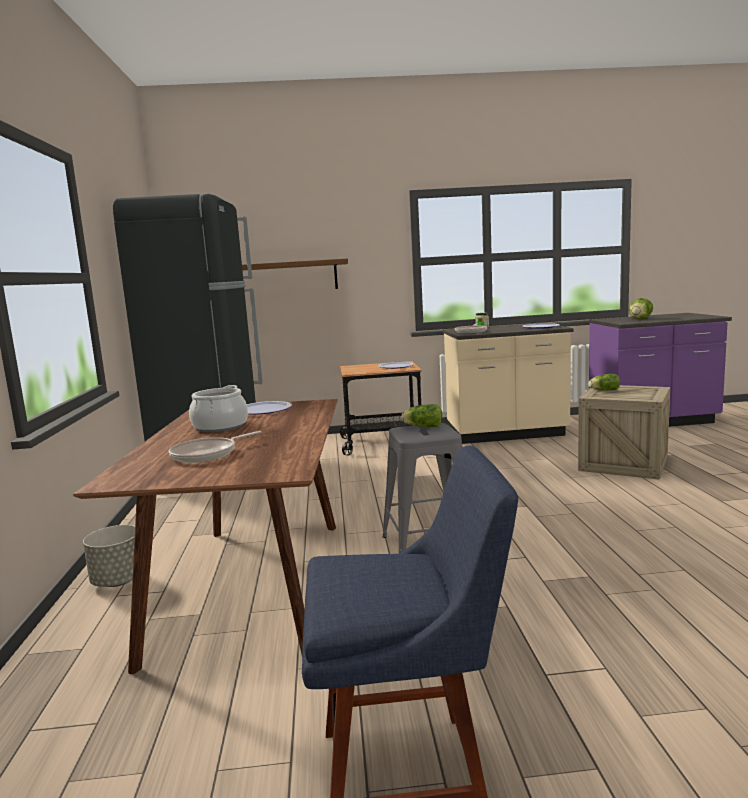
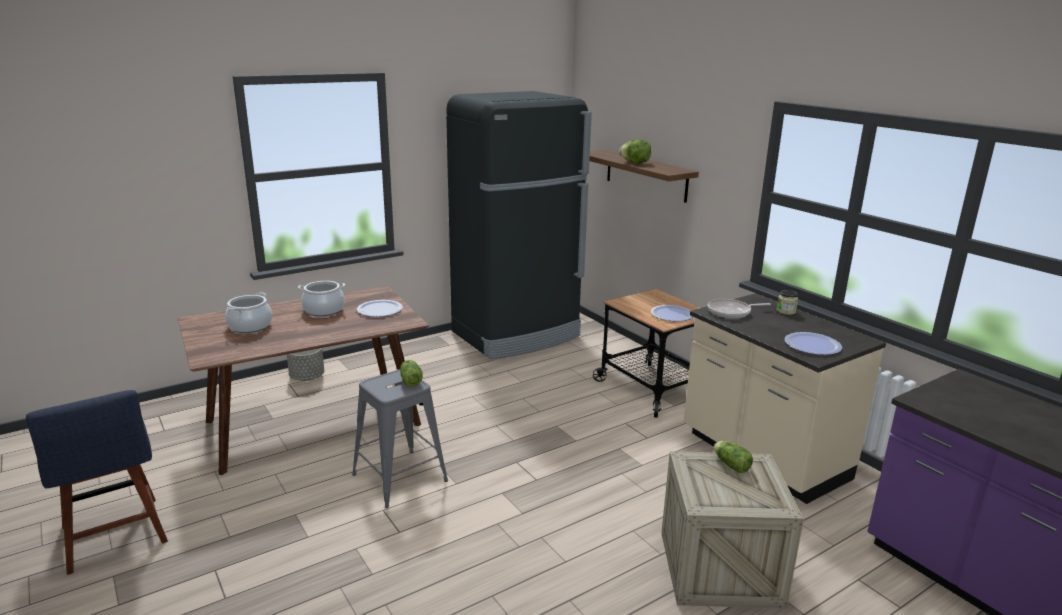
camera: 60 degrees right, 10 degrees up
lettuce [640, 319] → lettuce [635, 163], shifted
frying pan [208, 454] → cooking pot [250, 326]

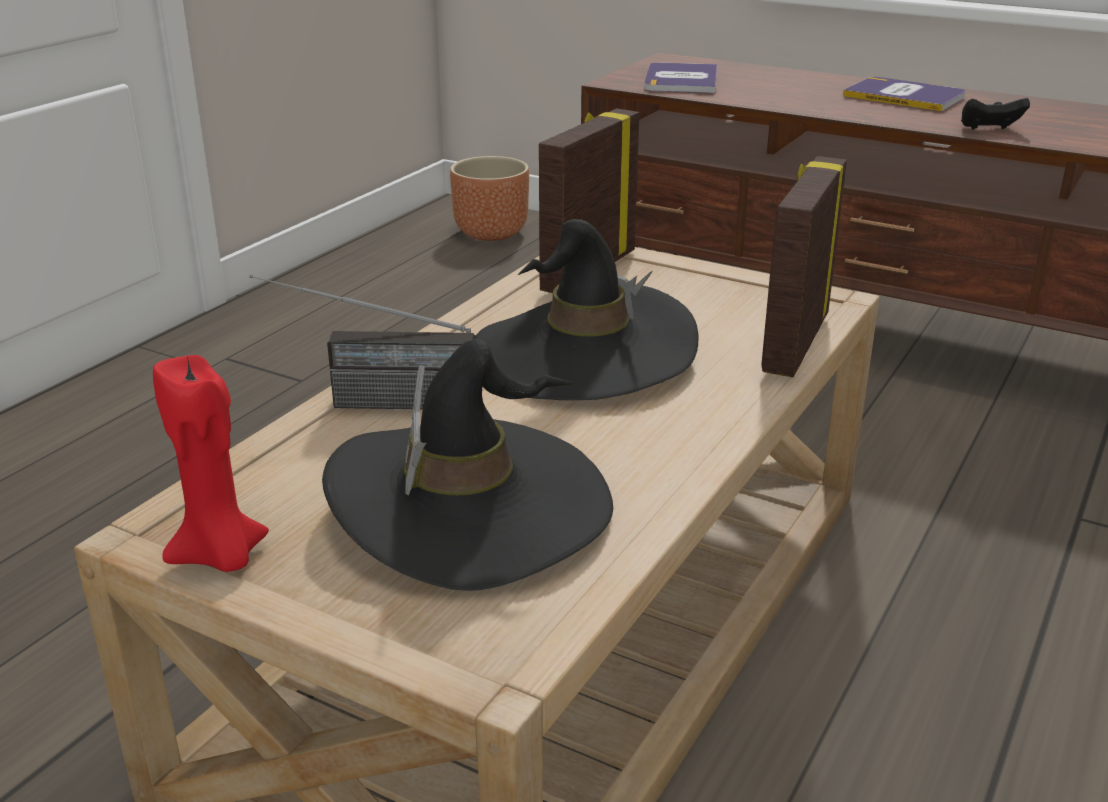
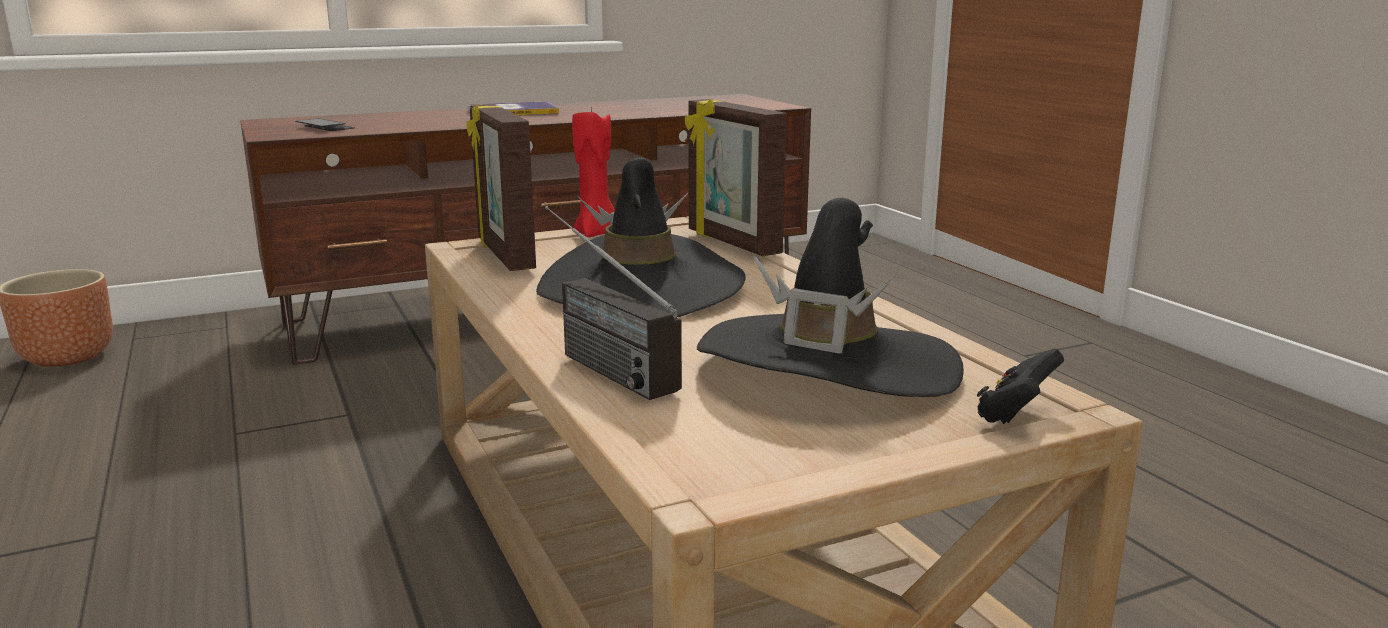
camera: 55 degrees left, 10 degrees down
red candle [221, 557] → red candle [597, 234], shifted
black game controller [989, 129] → black game controller [1015, 415], shifted
book [681, 80] → phone [325, 127]
radio [367, 402] → radio [594, 361], 105 degrees clockwise

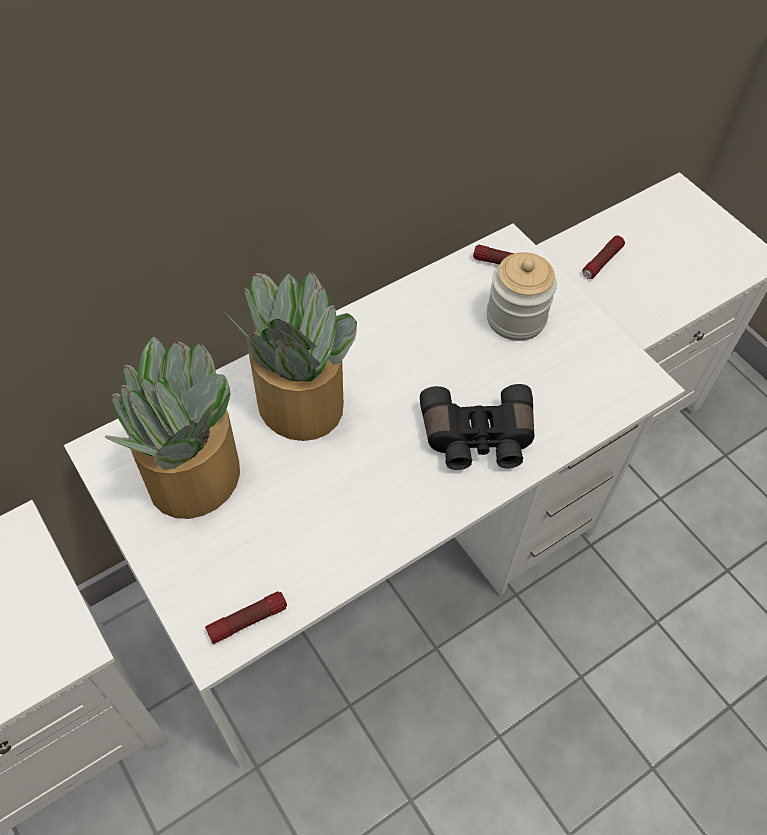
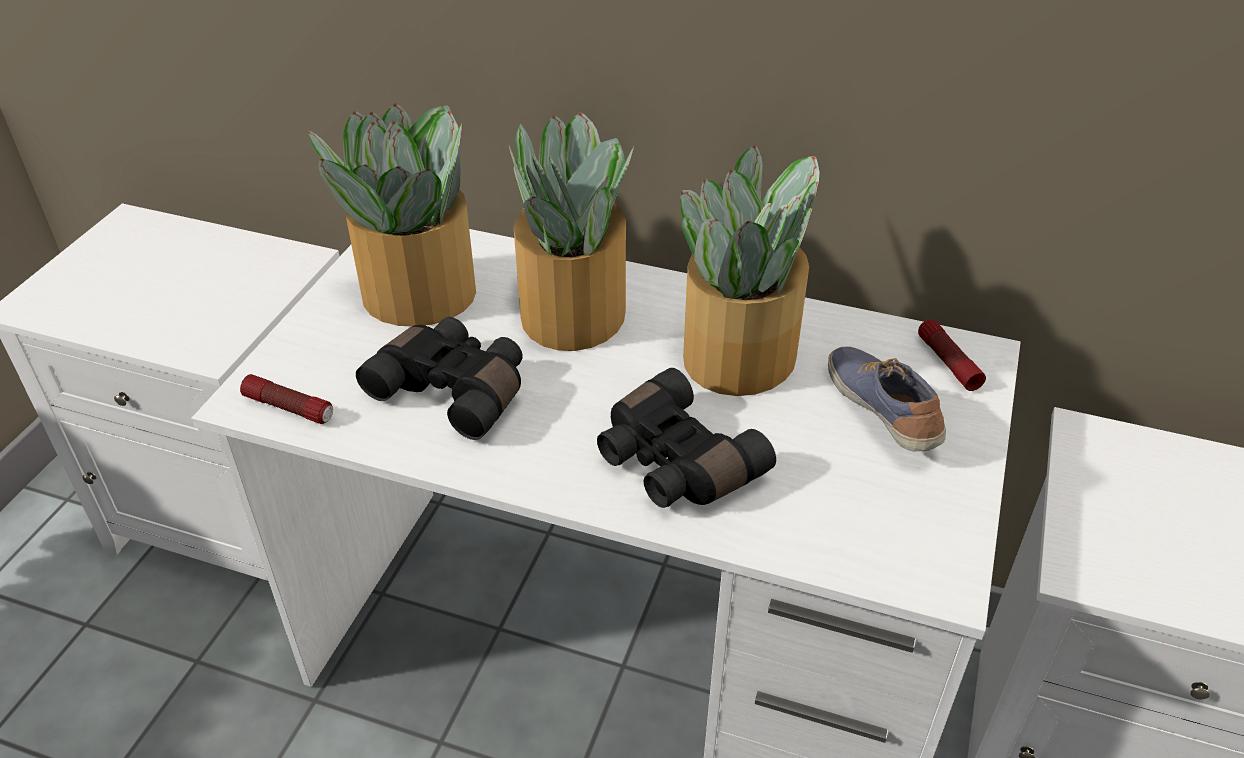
camera: 55 degrees right, 15 degrees down
flashlight [601, 262] → -
- → black binoculars [455, 389]
- → potted plant [742, 355]
jar [515, 318] → shoe [883, 411]

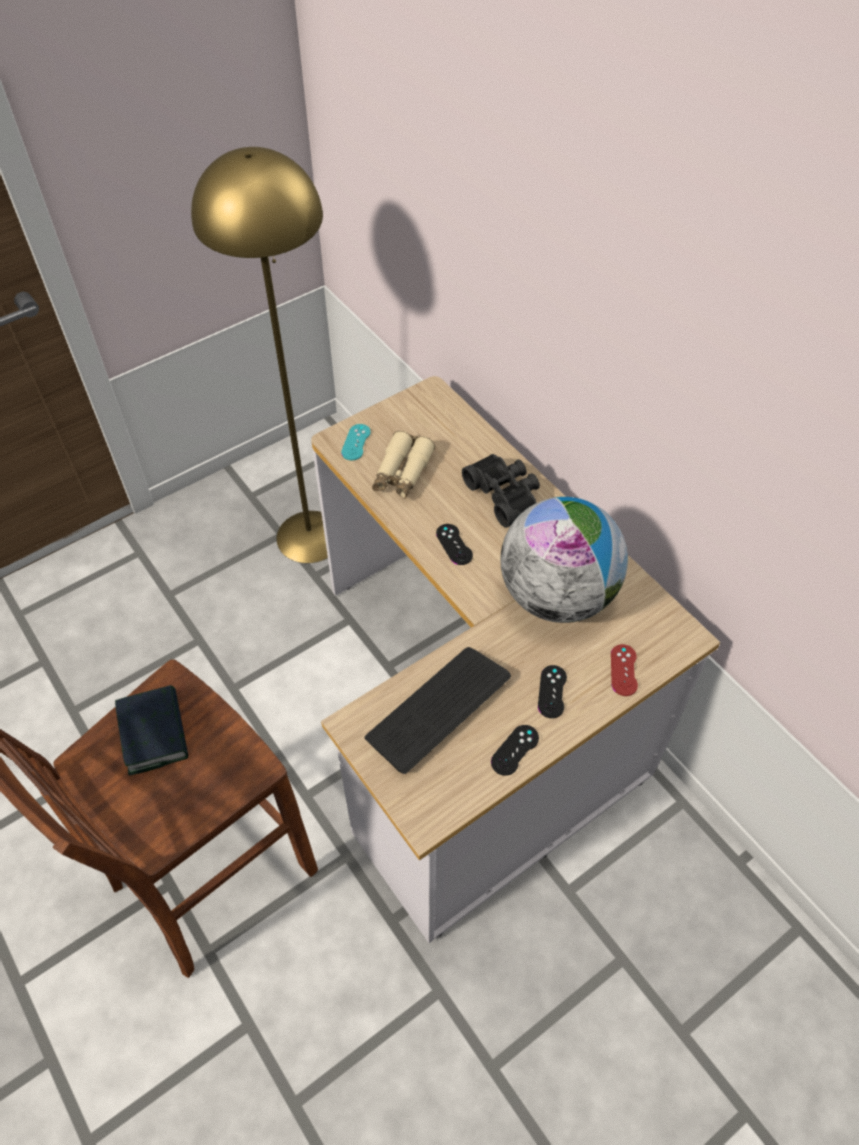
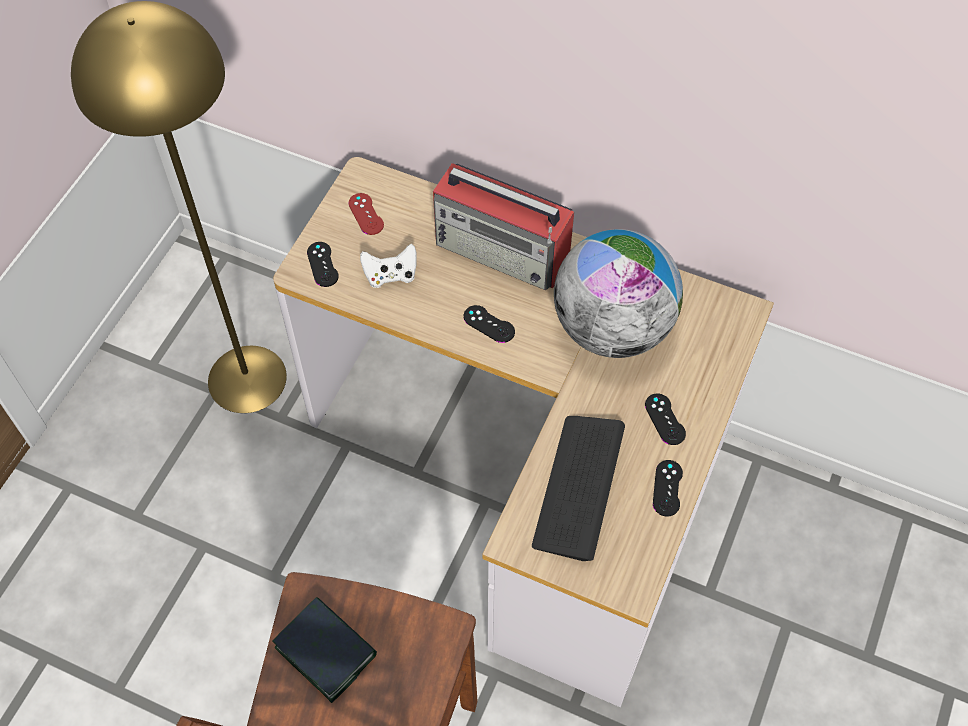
camera: 30 degrees left, 5 degrees up
red game controller [623, 670] → red game controller [366, 214], shifted
beige binoculars [402, 473] → white game controller [390, 275]
black binoculars [505, 494] → radio [503, 251]
turquoise game controller [356, 442] → black game controller [322, 264]

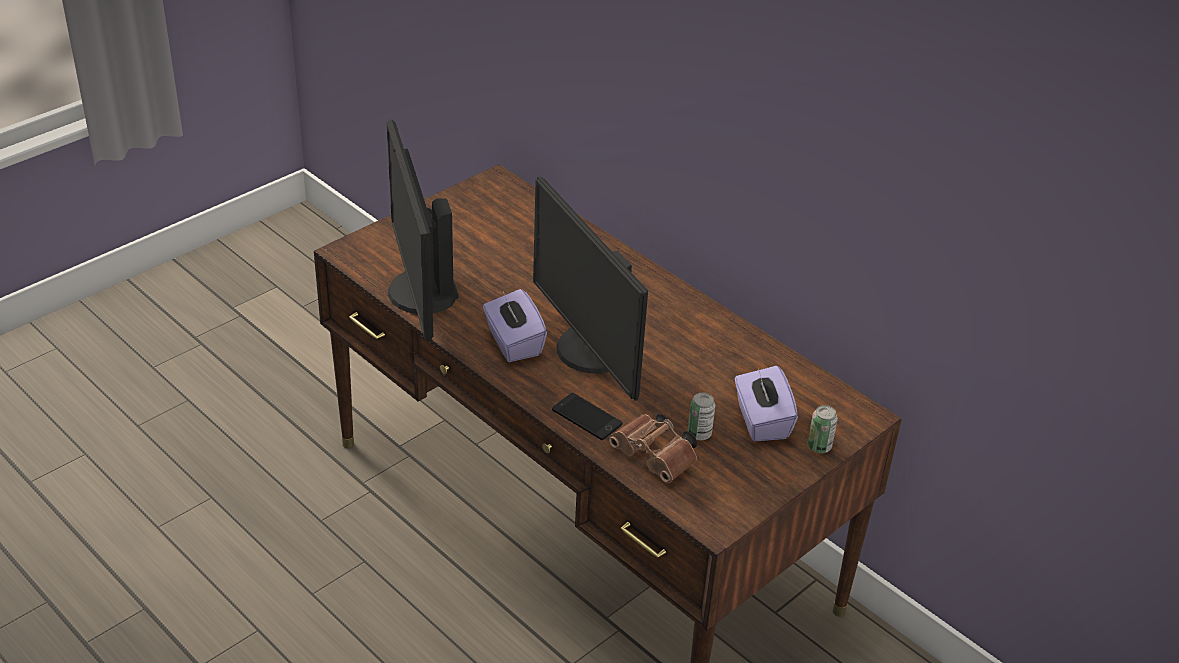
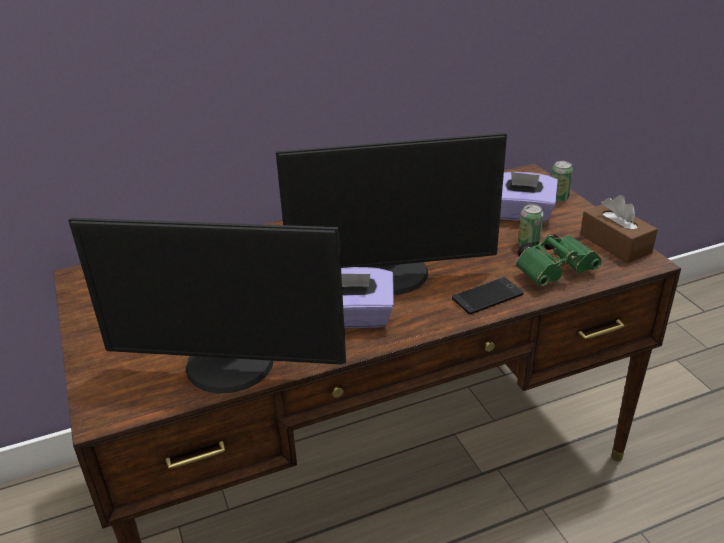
camera: 65 degrees left, 5 degrees down
- → brown tissue box [615, 244]
brown binoculars [656, 459] → green binoculars [555, 271]

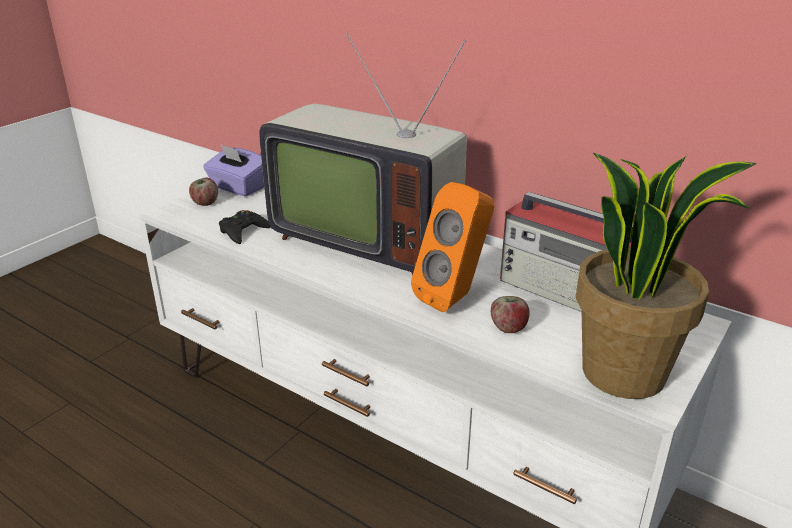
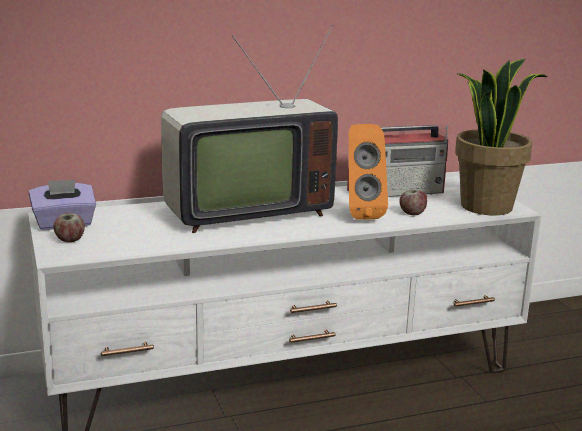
camera: 55 degrees left, 10 degrees down
black game controller [243, 231] → -

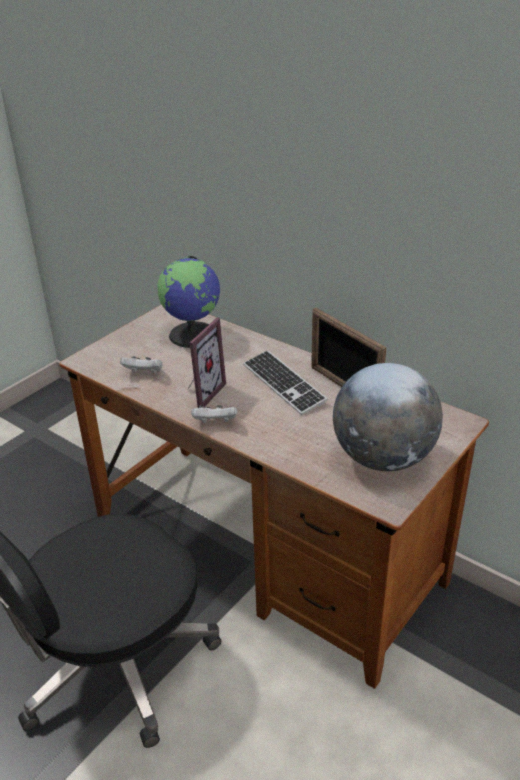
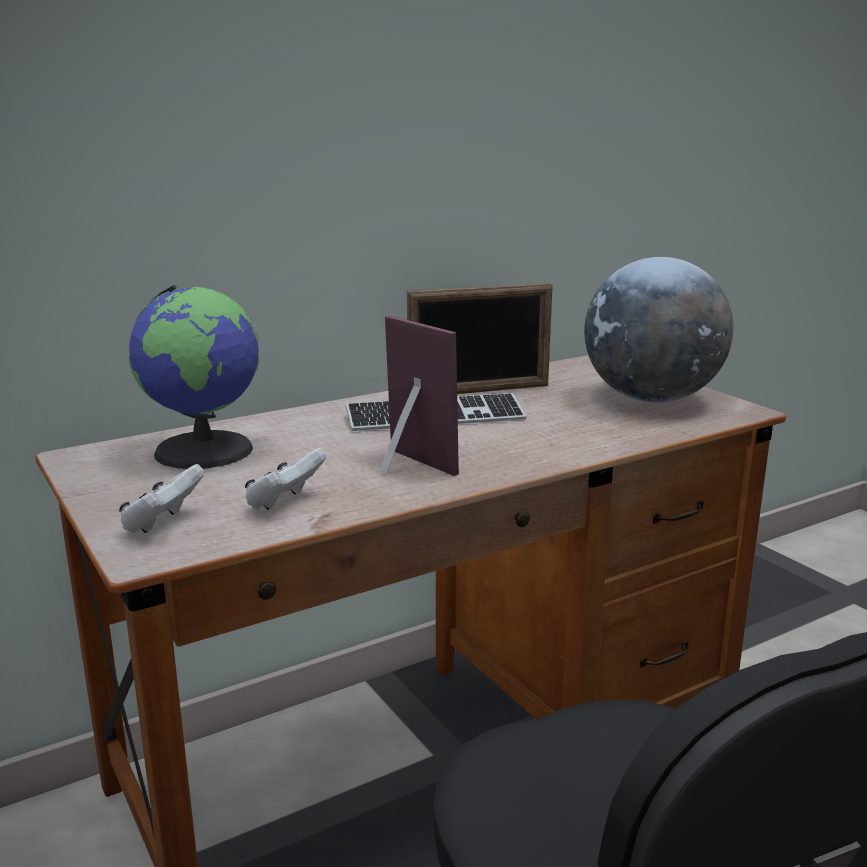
camera: 70 degrees left, 15 degrees down
white game controller [215, 423] → white game controller [163, 523], shifted

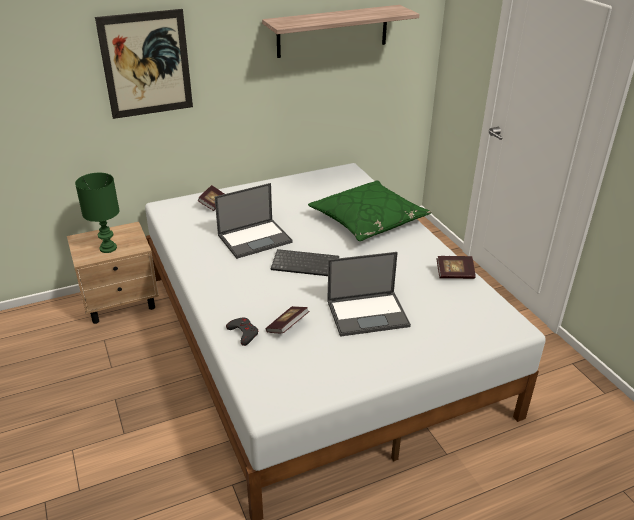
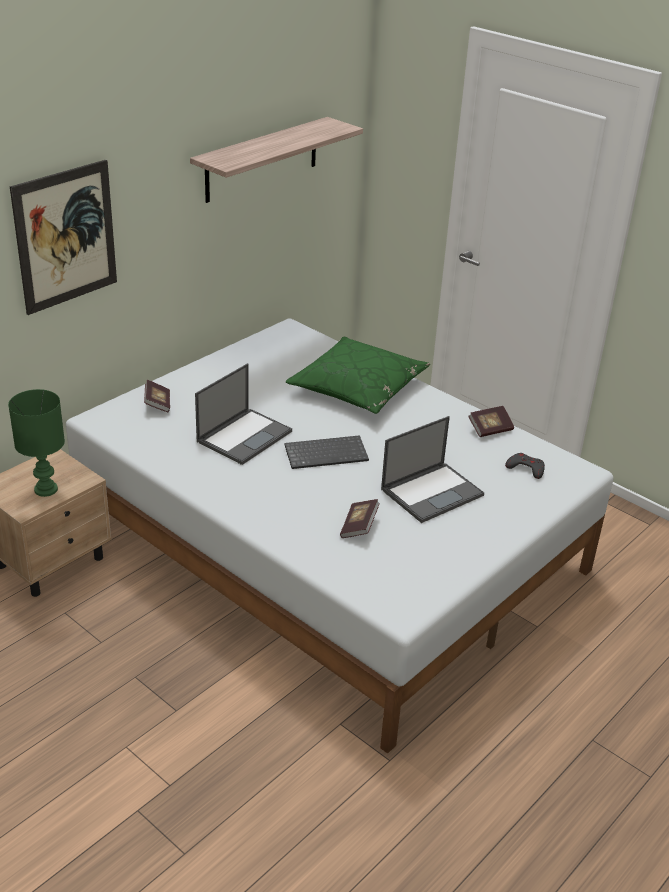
camera: 25 degrees left, 0 degrees up
grey game controller [243, 333] → grey game controller [525, 468], shifted

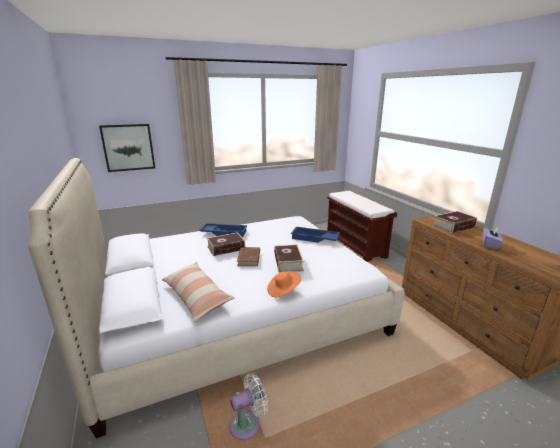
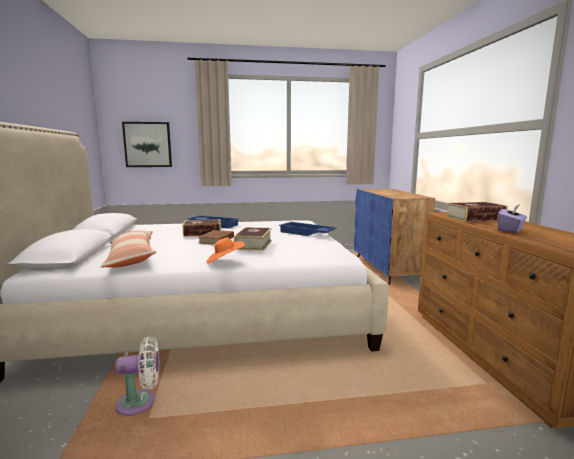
camera: 15 degrees right, 10 degrees down
brown bench [356, 246] → blue cabinet [387, 269]

